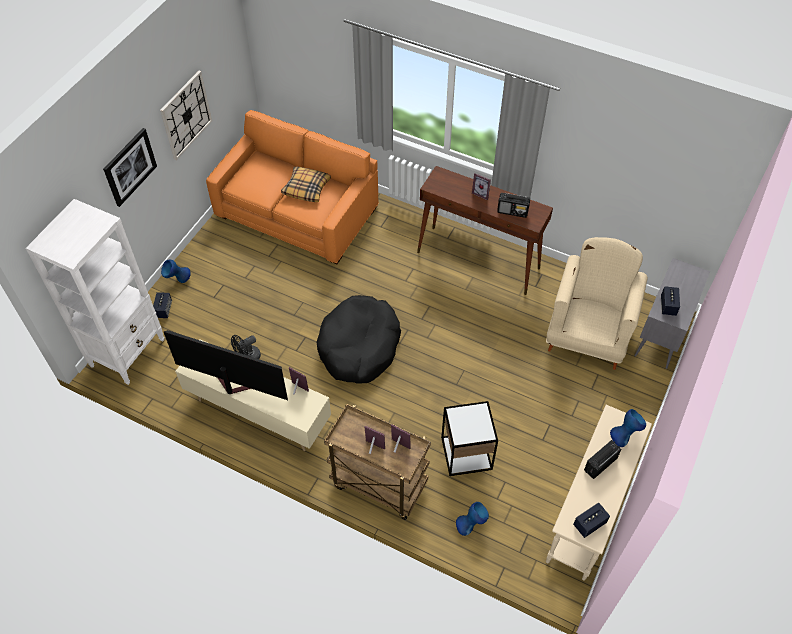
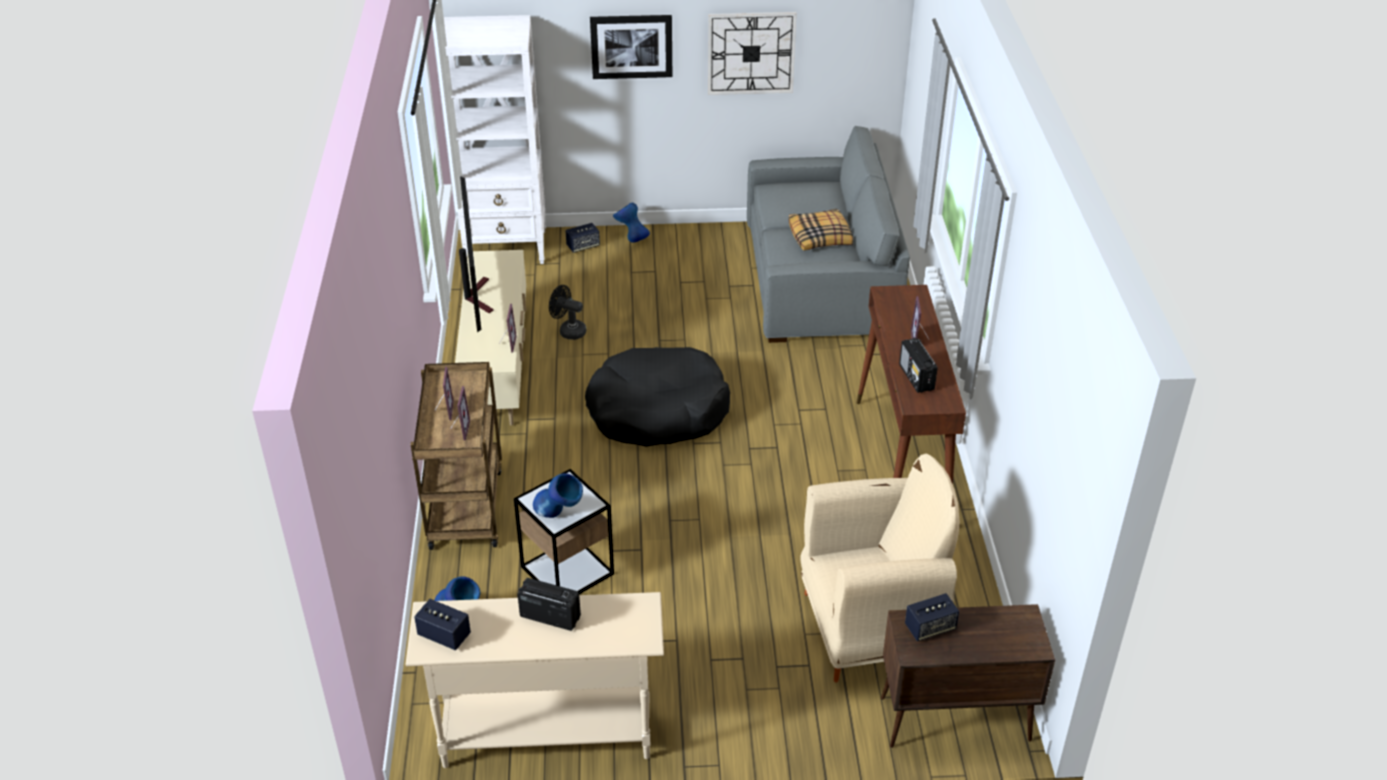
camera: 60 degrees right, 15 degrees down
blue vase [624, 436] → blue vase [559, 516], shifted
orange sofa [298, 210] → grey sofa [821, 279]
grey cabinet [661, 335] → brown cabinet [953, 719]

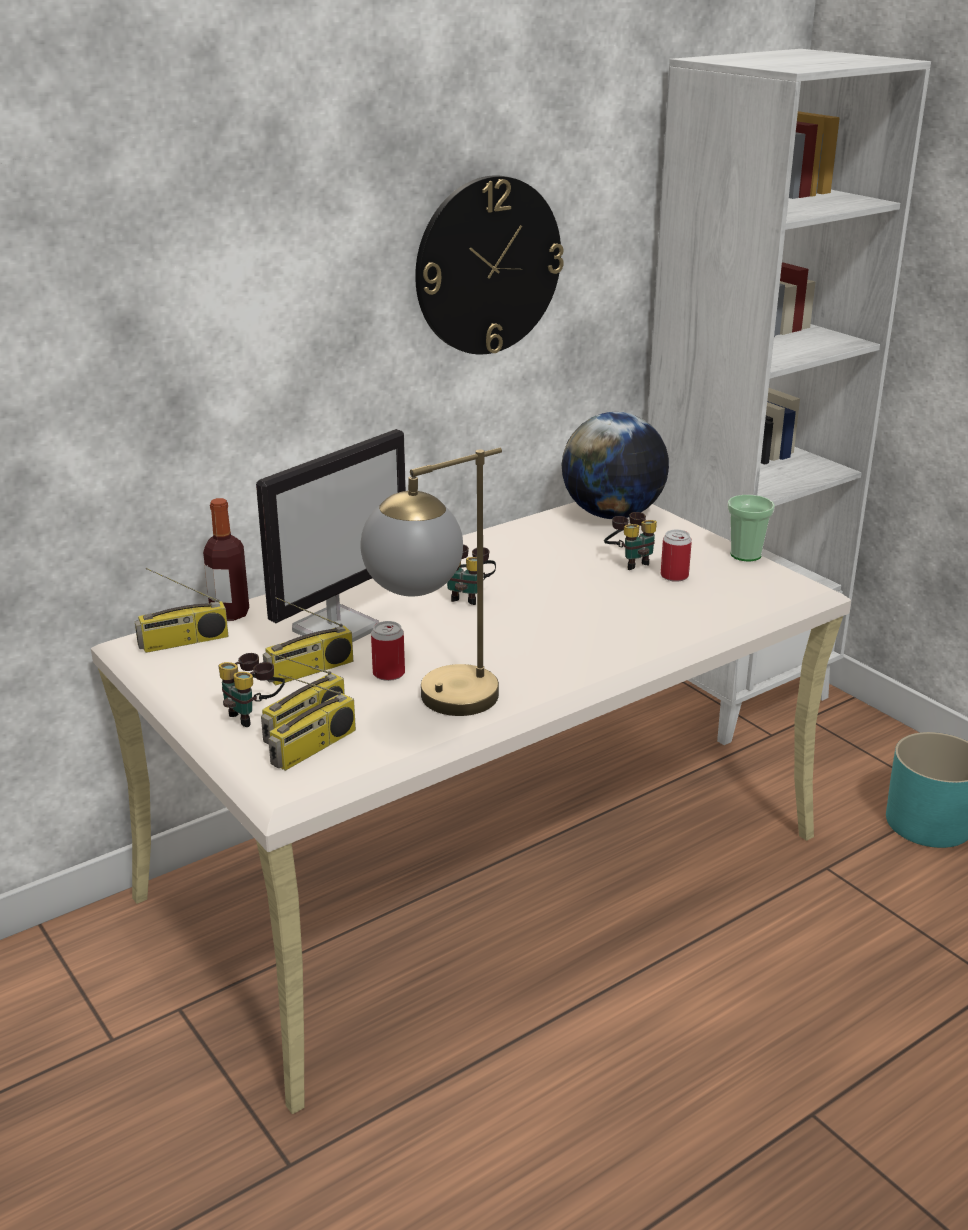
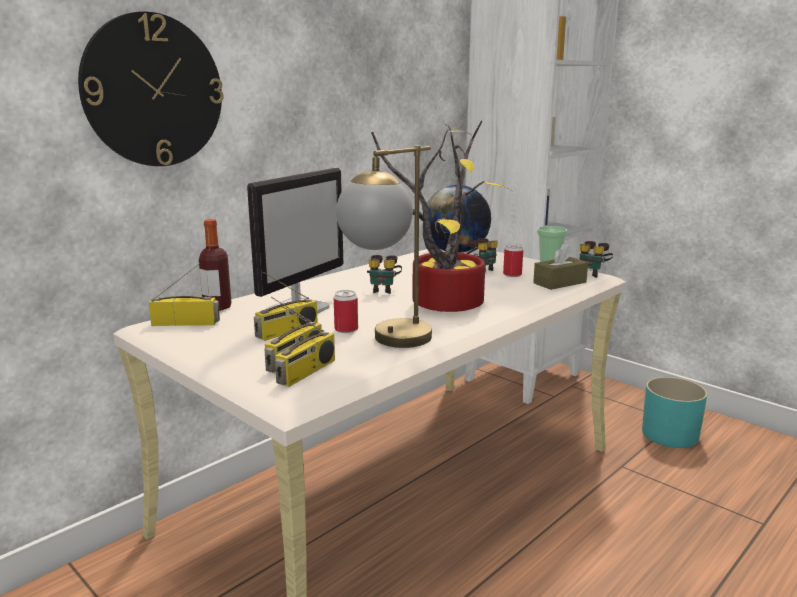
camera: 10 degrees left, 10 degrees down
- → potted plant [446, 301]
- → brown tissue box [559, 283]
binoculars [254, 714] → binoculars [592, 274], shifted
wall clock [488, 266] → wall clock [153, 91], shifted
radio [183, 642] → radio [186, 323], 150 degrees counterclockwise

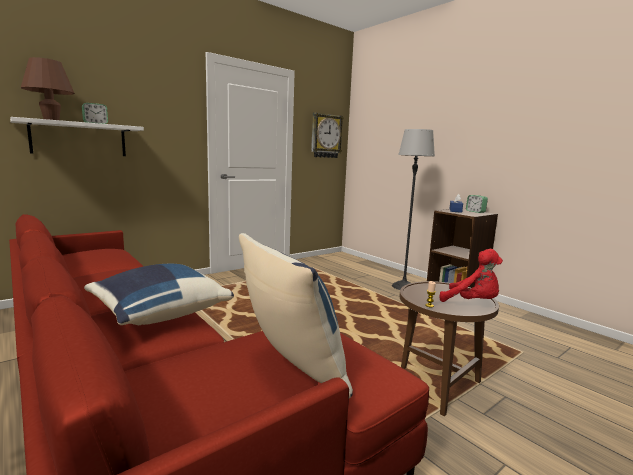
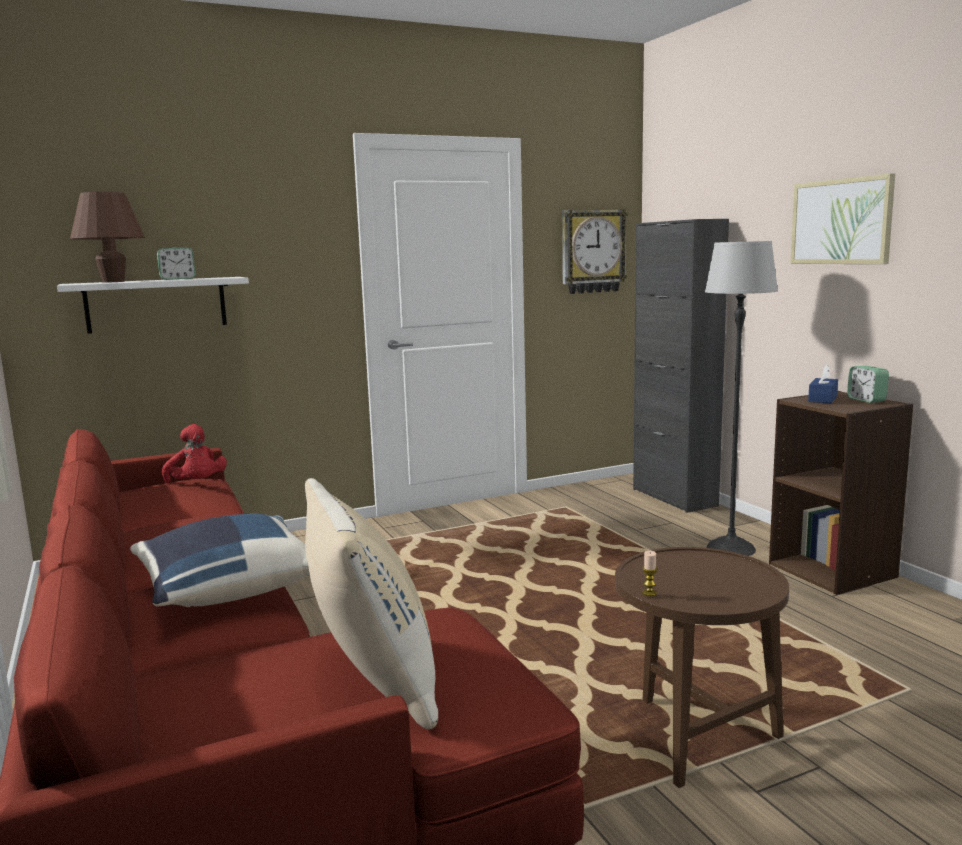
camera: 15 degrees right, 0 degrees up
- → black cabinet [674, 497]
- → picture [841, 221]
red plush toy [472, 302] → red plush toy [197, 484], shifted
blue pillow [288, 368] → beige pillow [371, 680]

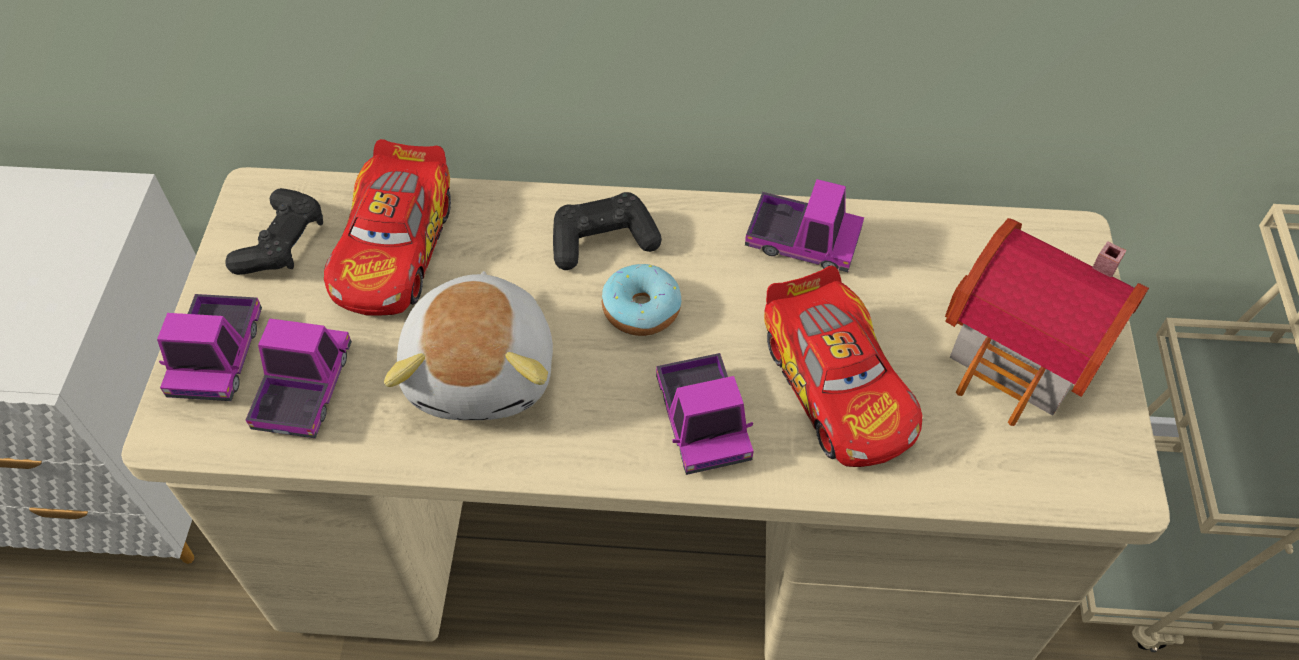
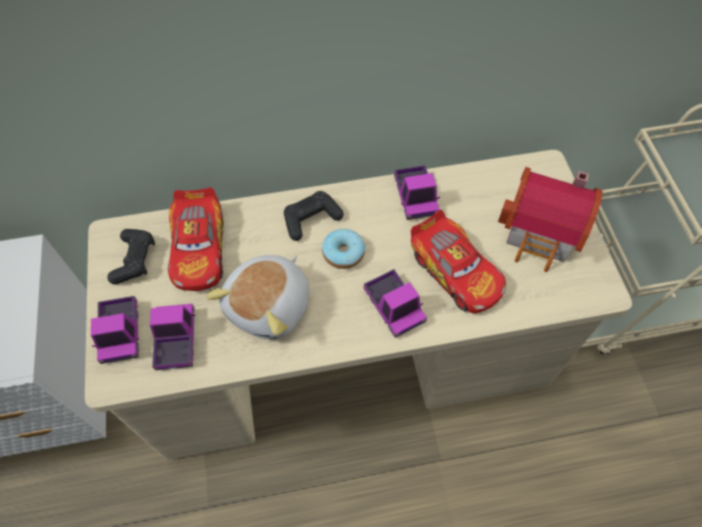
camera: 15 degrees left, 5 degrees up
plush toy [484, 370] → plush toy [271, 306], 45 degrees clockwise
toy truck [802, 242] → toy truck [415, 197], 75 degrees clockwise

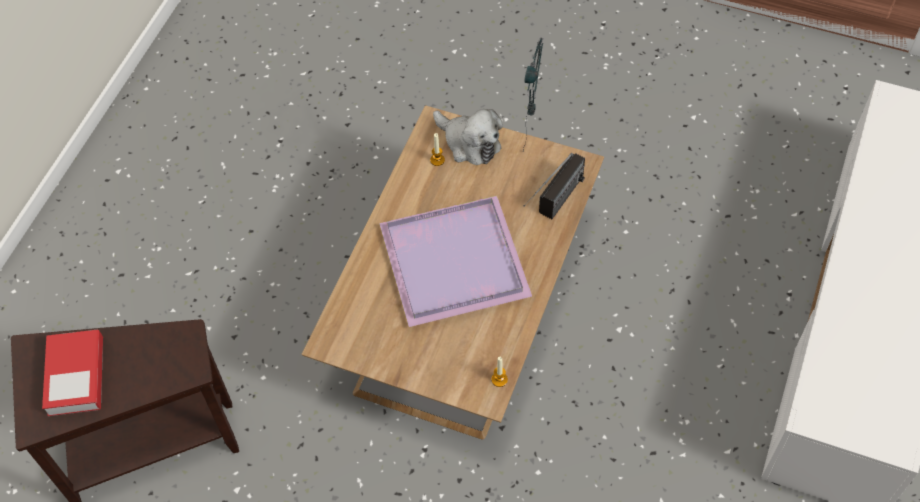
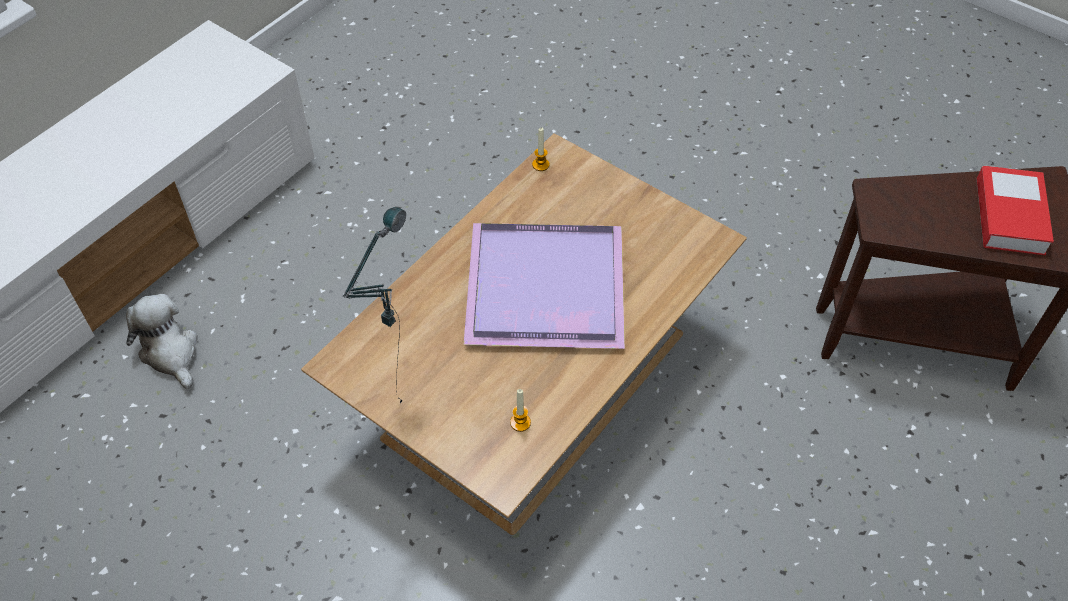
camera: 165 degrees left, 5 degrees down
radio [554, 207] → -
plush toy [469, 143] → plush toy [170, 353], shifted

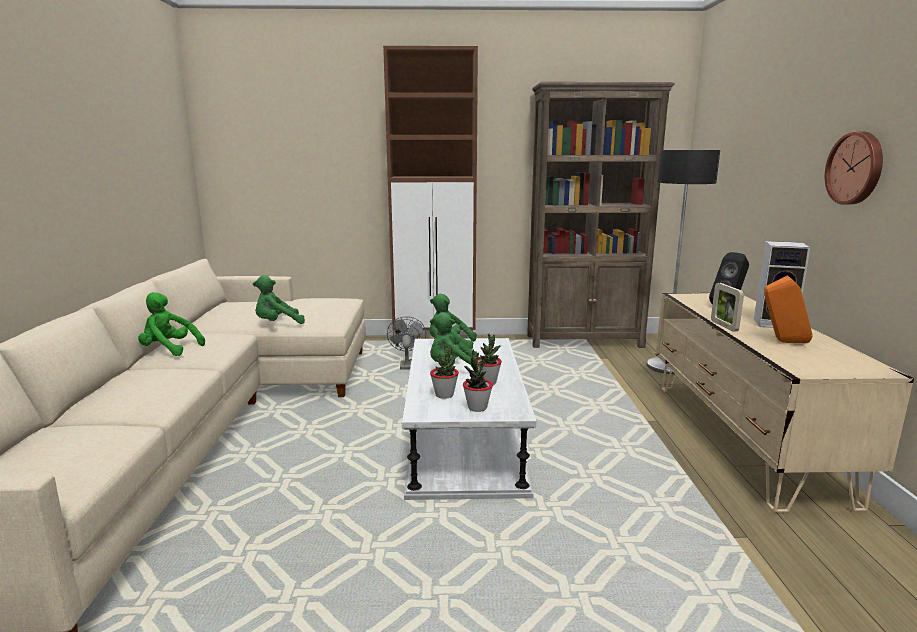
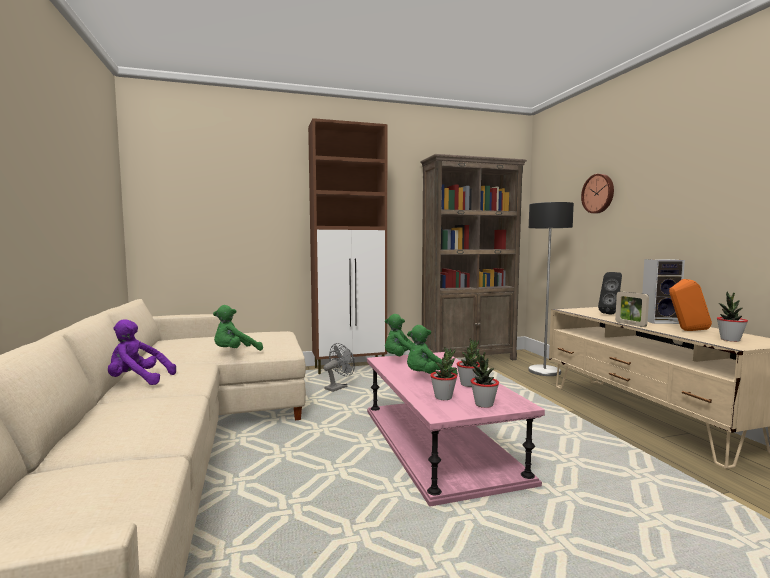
camera: 15 degrees left, 10 degrees down
- → potted plant [730, 340]
wall clock [856, 168] → wall clock [598, 193], shifted
green plush toy [169, 349] → purple plush toy [137, 380]
white coffee table [464, 439] → pink coffee table [437, 443]
grey fan [406, 364] → grey fan [338, 387], 60 degrees clockwise

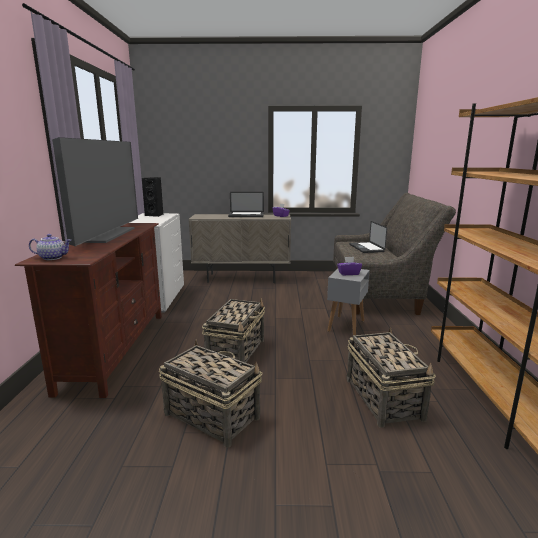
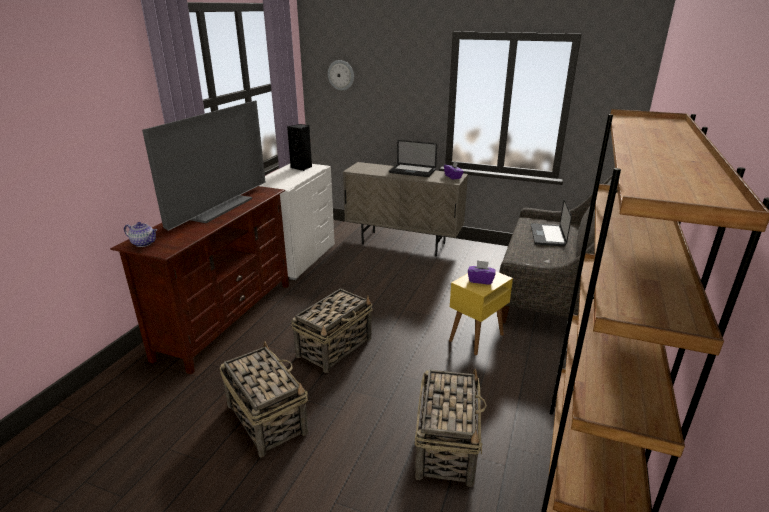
camera: 20 degrees right, 10 degrees up
- → wall clock [341, 75]
grey side table [346, 326] → yellow side table [476, 338]

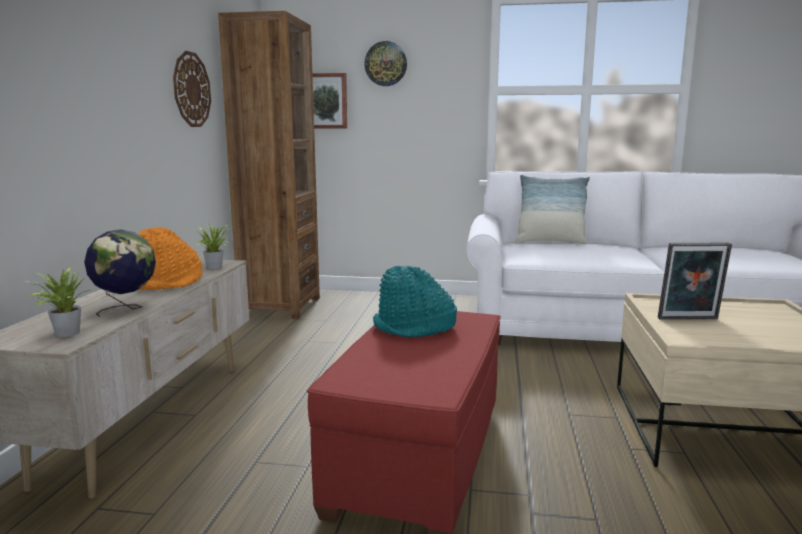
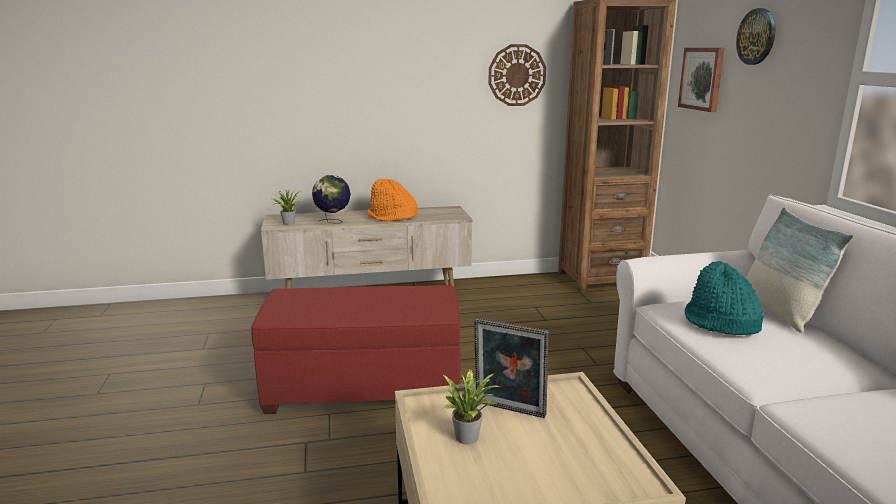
camera: 70 degrees right, 5 degrees up
potted plant [215, 266] → potted plant [470, 437], shifted
turquoise hat [414, 328] → turquoise hat [720, 323], shifted
picture frame [689, 319] → picture frame [509, 411], 45 degrees counterclockwise

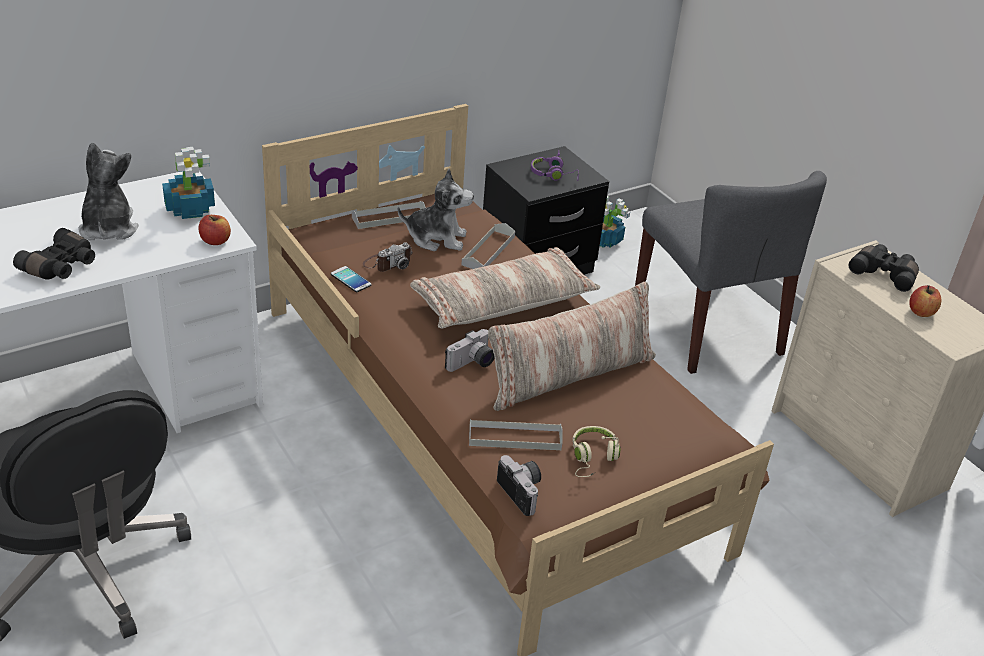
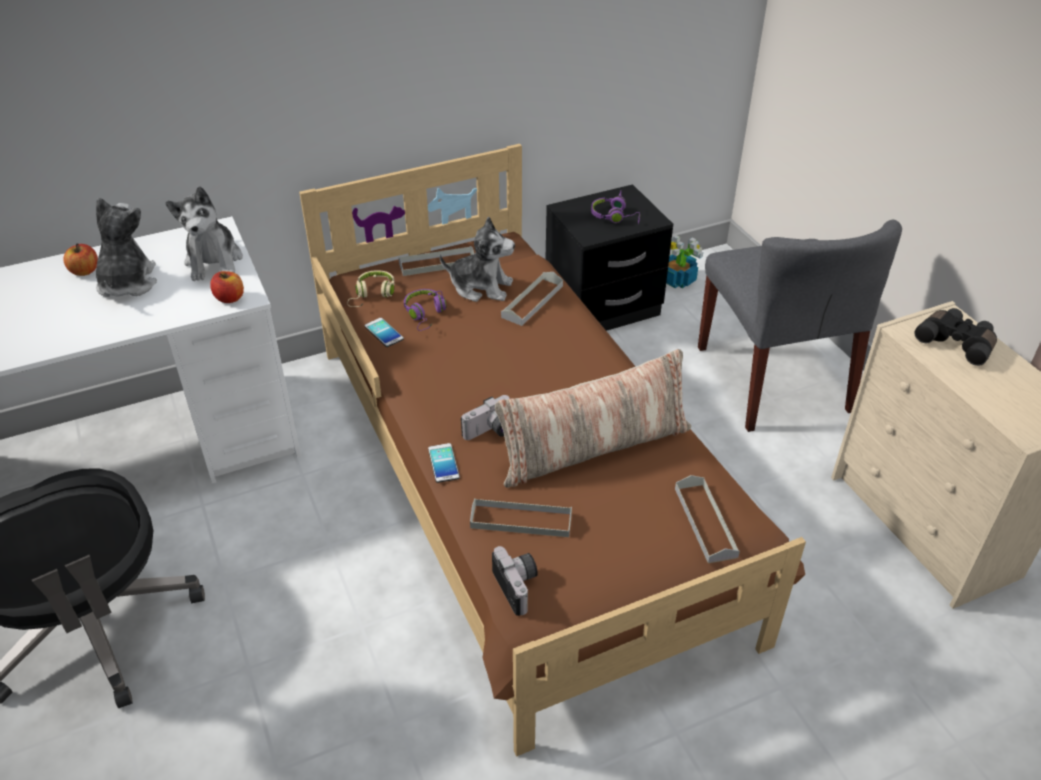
camera: 10 degrees right, 5 degrees up
black binoculars [61, 266] → -
pillow [502, 302] → -
- → phone [443, 463]
- → grey tray [705, 522]
beige headphones [593, 458] → beige headphones [372, 295], shifted
apple [921, 312] → apple [85, 271], shifted
potted plant [191, 208] → plush toy [214, 261]
photo camera [388, 263] → purple headphones [425, 314]

